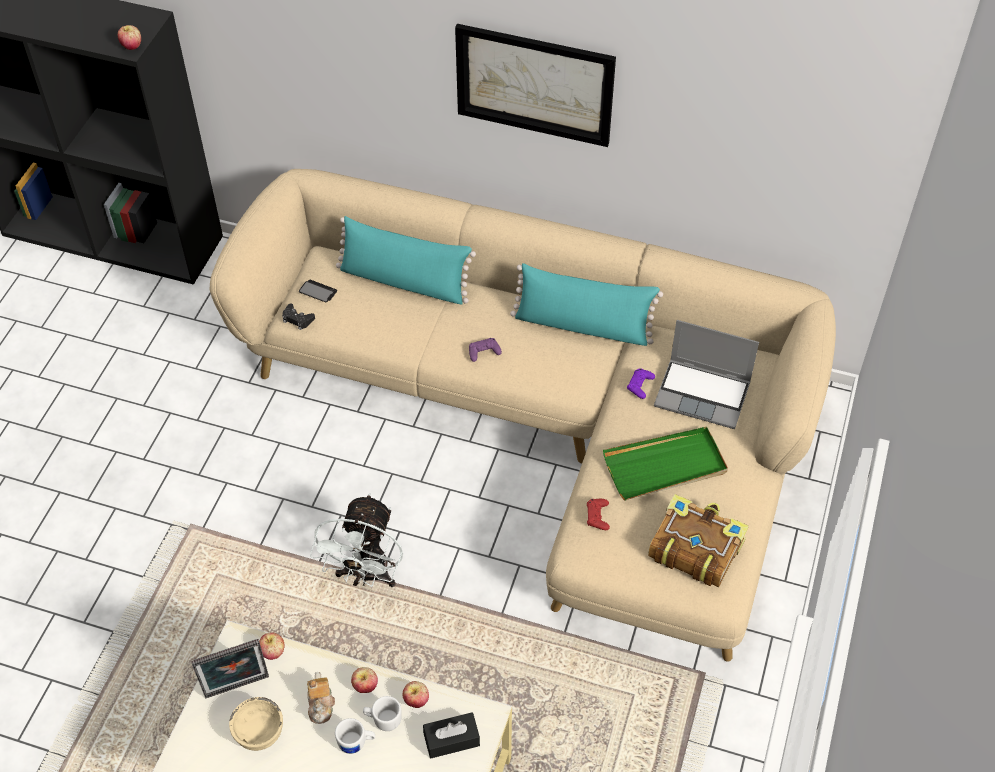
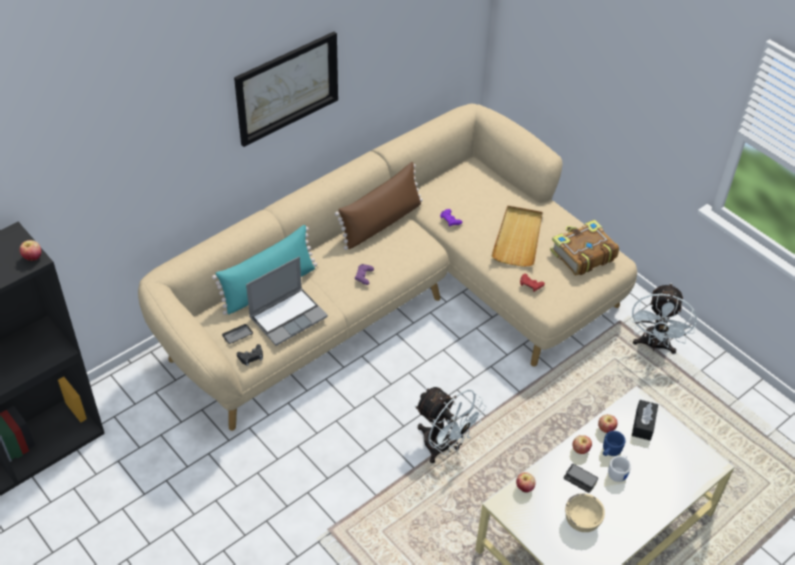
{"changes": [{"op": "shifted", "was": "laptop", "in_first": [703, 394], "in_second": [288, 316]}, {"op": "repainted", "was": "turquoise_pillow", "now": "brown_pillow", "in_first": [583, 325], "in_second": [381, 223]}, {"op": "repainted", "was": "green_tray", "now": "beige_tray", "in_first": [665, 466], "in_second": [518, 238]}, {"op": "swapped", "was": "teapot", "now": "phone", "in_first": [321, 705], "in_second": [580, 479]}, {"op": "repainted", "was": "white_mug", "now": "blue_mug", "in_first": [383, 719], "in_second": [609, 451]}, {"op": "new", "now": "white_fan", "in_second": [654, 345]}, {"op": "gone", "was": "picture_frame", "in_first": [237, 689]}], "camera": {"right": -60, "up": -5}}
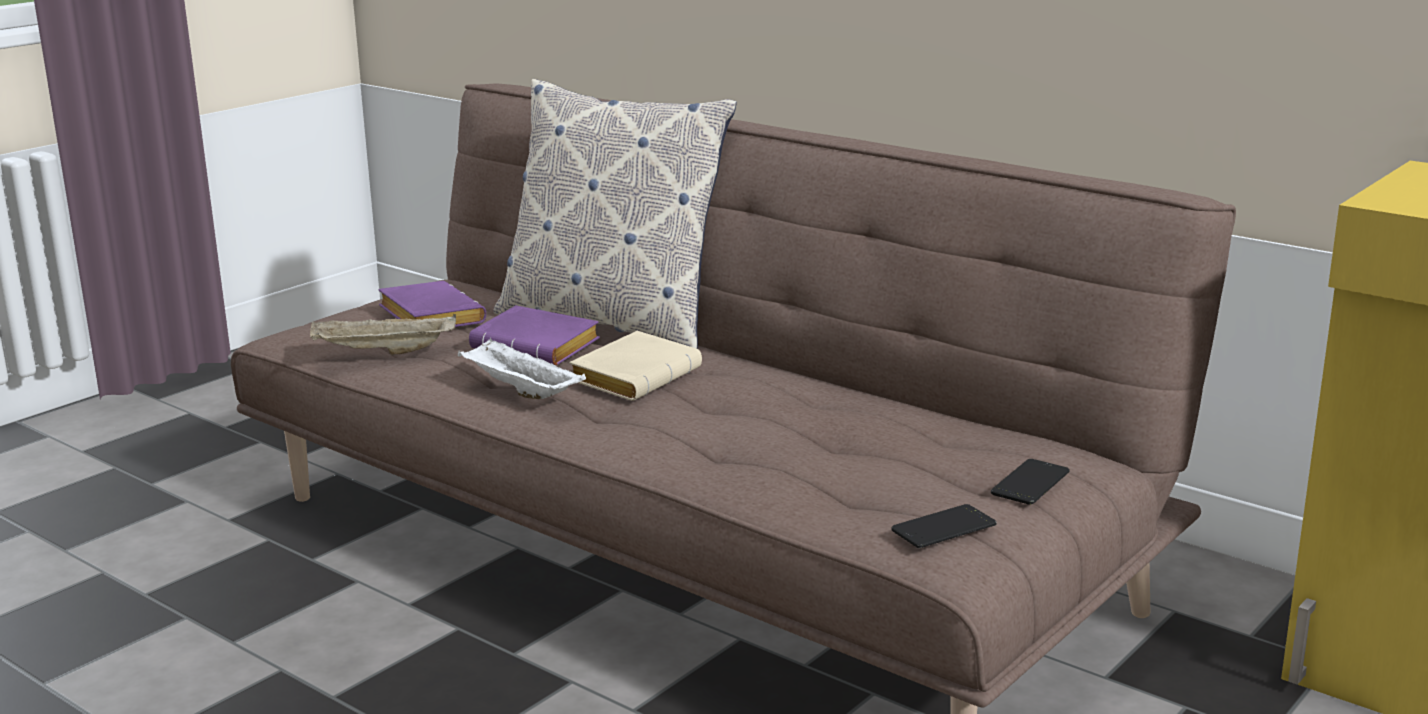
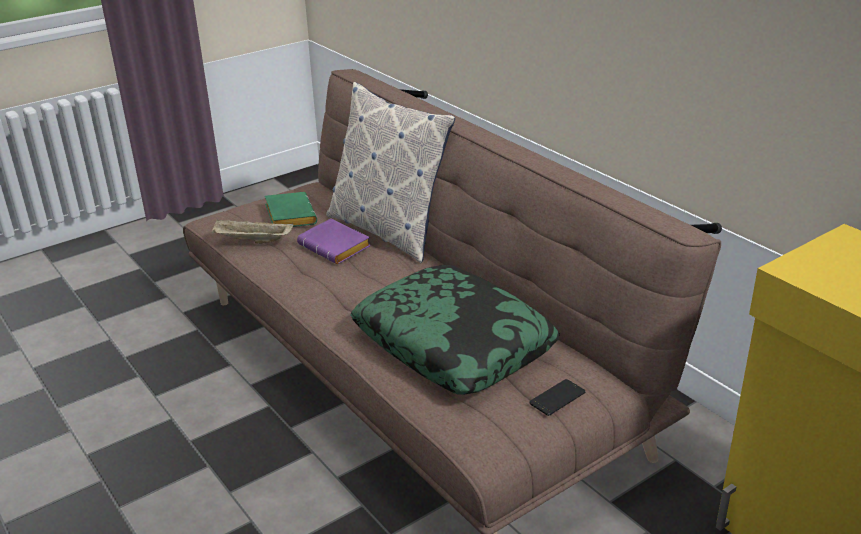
{"changes": [{"op": "repainted", "was": "purple_book", "now": "green_book", "in_first": [427, 317], "in_second": [288, 215]}, {"op": "new", "now": "pillow", "in_second": [454, 344]}, {"op": "gone", "was": "white_tray", "in_first": [519, 391]}, {"op": "gone", "was": "beige_book", "in_first": [635, 376]}, {"op": "gone", "was": "phone", "in_first": [944, 528]}], "camera": {"right": 15, "up": 10}}
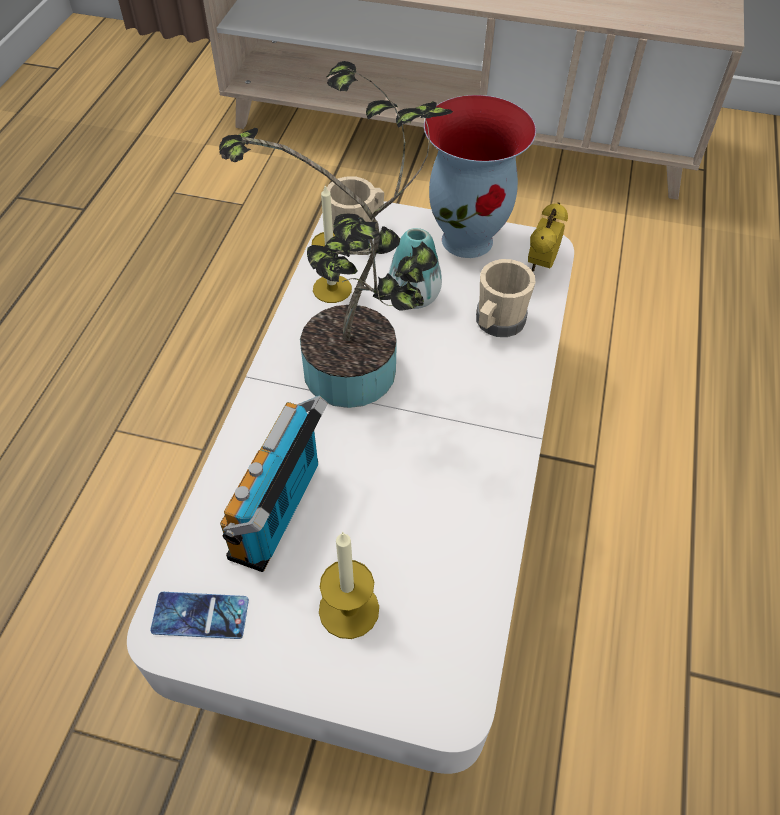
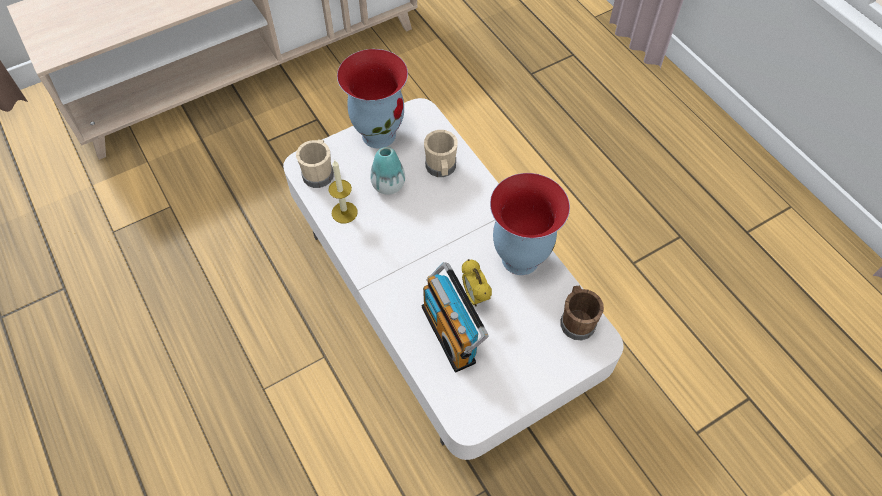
{"changes": [{"op": "shifted", "was": "alarm_clock", "in_first": [541, 264], "in_second": [475, 297]}, {"op": "new", "now": "vase", "in_second": [519, 258]}, {"op": "new", "now": "brown_mug", "in_second": [576, 320]}, {"op": "gone", "was": "phone", "in_first": [200, 615]}, {"op": "gone", "was": "potted_plant", "in_first": [357, 378]}, {"op": "gone", "was": "candle", "in_first": [349, 609]}], "camera": {"right": -45, "up": 5}}
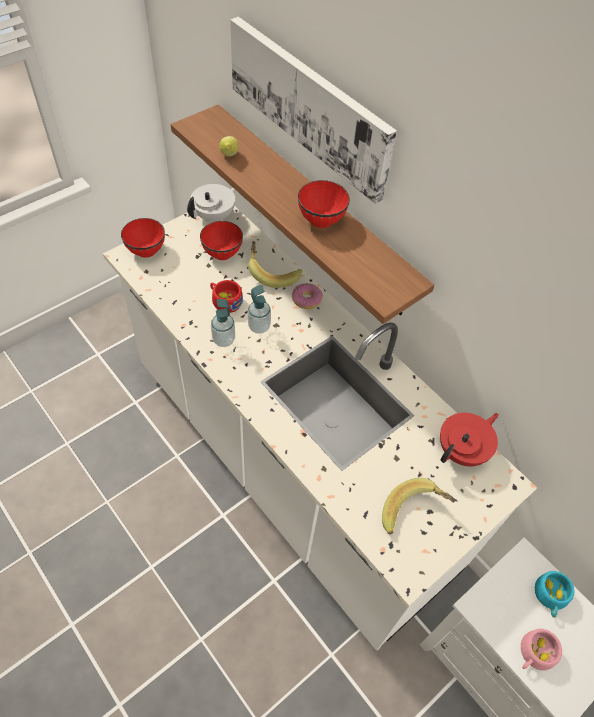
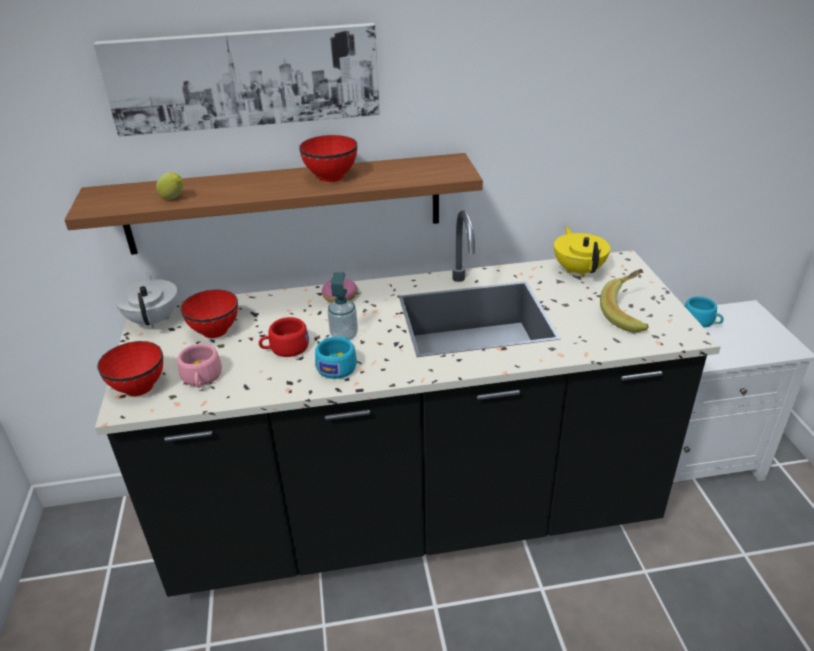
{"changes": [{"op": "repainted", "was": "white_counter", "now": "black_counter", "in_first": [287, 466], "in_second": [413, 518]}, {"op": "shifted", "was": "pink_cup", "in_first": [534, 654], "in_second": [201, 378]}, {"op": "swapped", "was": "soap_dispenser", "now": "turquoise_cup", "in_first": [223, 340], "in_second": [338, 365]}, {"op": "repainted", "was": "red_teapot", "now": "yellow_teapot", "in_first": [462, 451], "in_second": [578, 270]}, {"op": "gone", "was": "banana", "in_first": [272, 272]}], "camera": {"right": -55, "up": -20}}
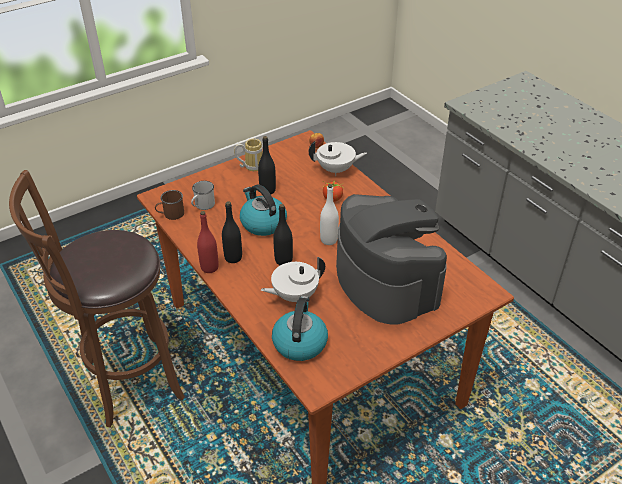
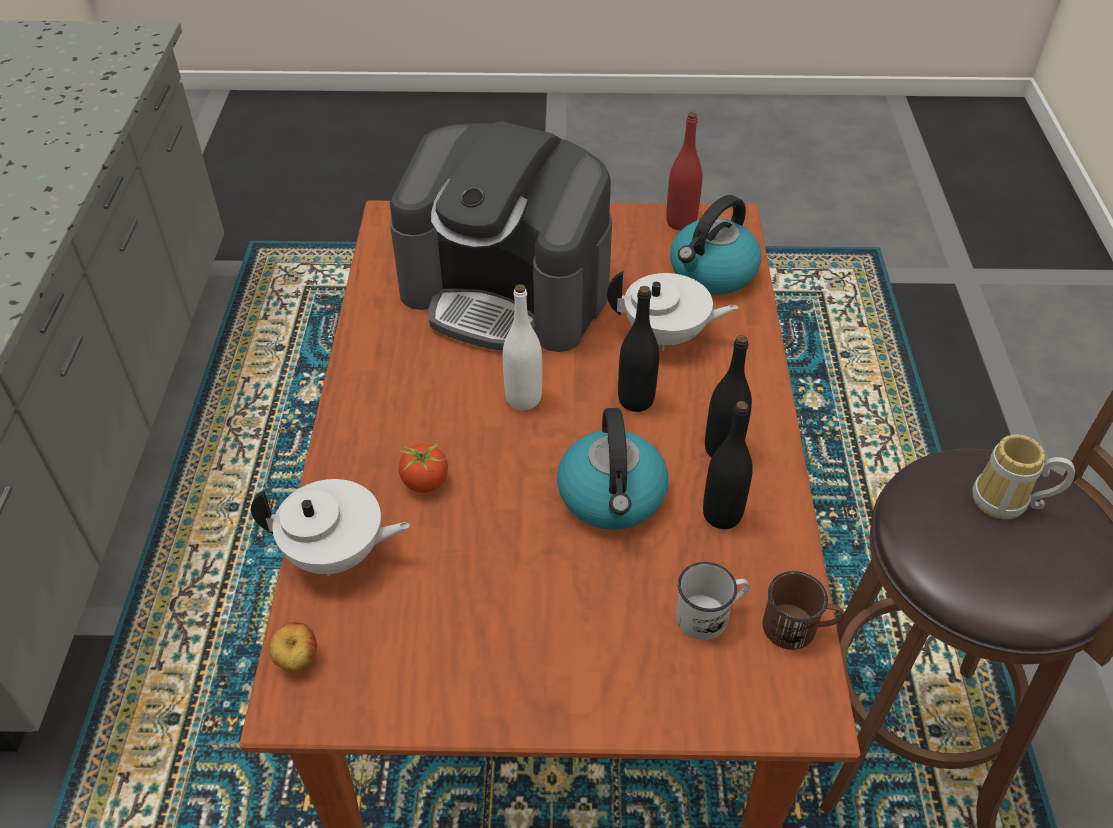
{"changes": [{"op": "rotated", "was": "white_teapot", "in_first": [336, 170], "in_second": [336, 554], "clockwise": 150}, {"op": "rotated", "was": "coffee_machine", "in_first": [386, 281], "in_second": [507, 292], "clockwise": -75}, {"op": "shifted", "was": "red_bottle", "in_first": [209, 267], "in_second": [681, 222]}, {"op": "shifted", "was": "black_bottle", "in_first": [267, 190], "in_second": [722, 515]}, {"op": "shifted", "was": "mug", "in_first": [251, 166], "in_second": [1007, 504]}], "camera": {"right": -145, "up": 5}}
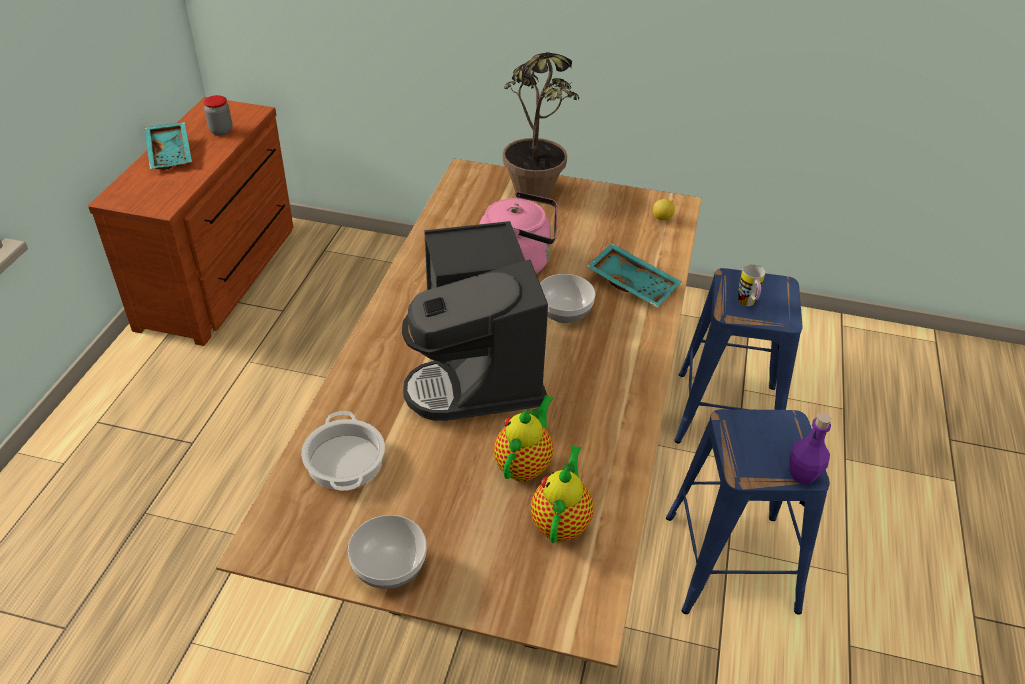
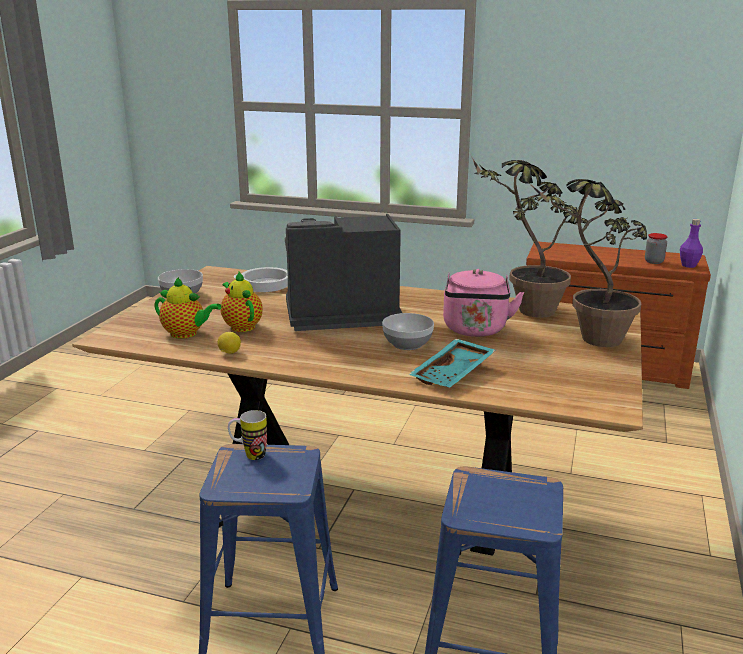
{"changes": [{"op": "shifted", "was": "lemon", "in_first": [662, 218], "in_second": [229, 353]}, {"op": "rotated", "was": "teapot", "in_first": [524, 464], "in_second": [241, 326], "clockwise": -150}, {"op": "shifted", "was": "mug", "in_first": [747, 305], "in_second": [249, 455]}, {"op": "new", "now": "potted_plant", "in_second": [524, 308]}, {"op": "shifted", "was": "purple_bottle", "in_first": [802, 475], "in_second": [688, 265]}, {"op": "gone", "was": "turquoise_tray", "in_first": [171, 153]}], "camera": {"right": 95, "up": -20}}
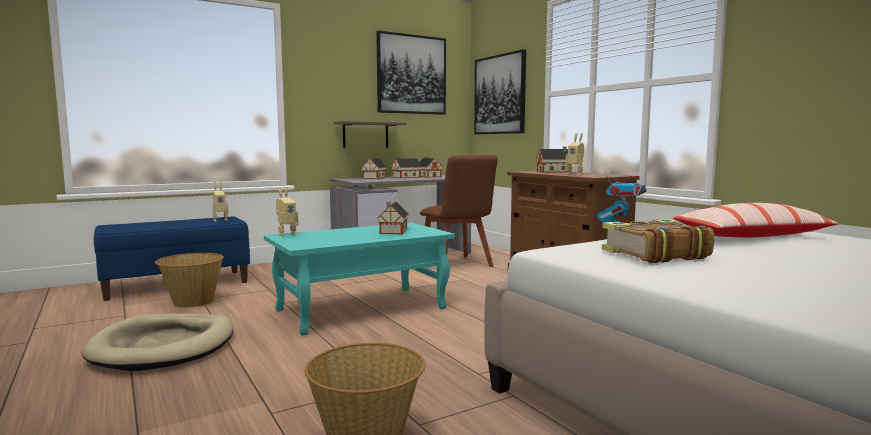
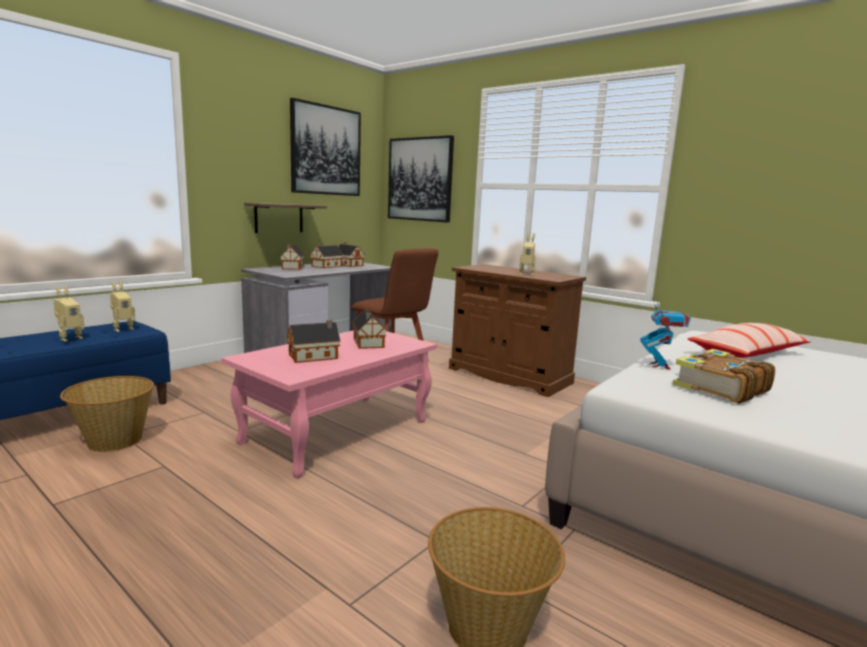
{"changes": [{"op": "shifted", "was": "toy_robot", "in_first": [286, 234], "in_second": [69, 338]}, {"op": "repainted", "was": "turquoise_coffee_table", "now": "pink_coffee_table", "in_first": [360, 309], "in_second": [336, 432]}, {"op": "shifted", "was": "toy_house", "in_first": [554, 171], "in_second": [315, 356]}, {"op": "gone", "was": "beige_dog_bed", "in_first": [164, 346]}], "camera": {"right": -20, "up": 5}}
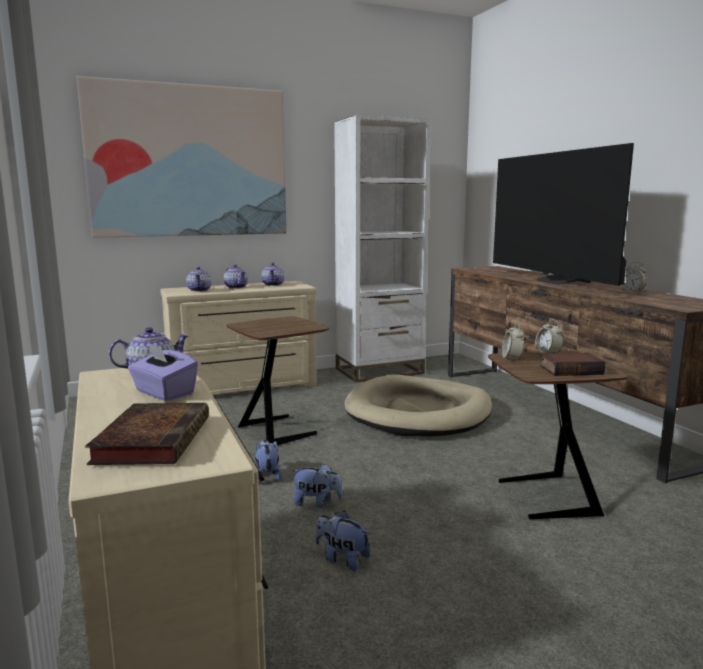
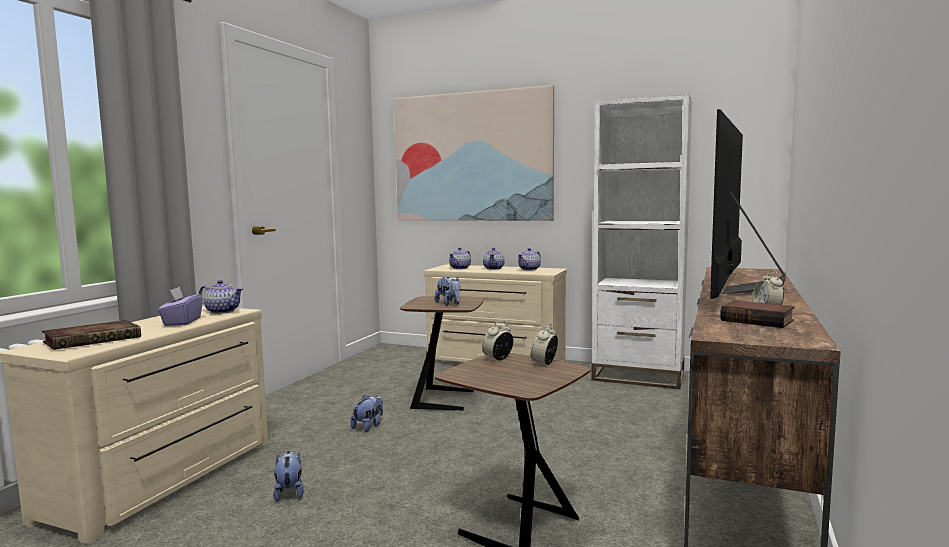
{"changes": [{"op": "shifted", "was": "plush_toy", "in_first": [317, 503], "in_second": [449, 304]}, {"op": "shifted", "was": "book", "in_first": [571, 369], "in_second": [758, 320]}, {"op": "gone", "was": "beige_dog_bed", "in_first": [418, 412]}], "camera": {"right": 45, "up": -5}}
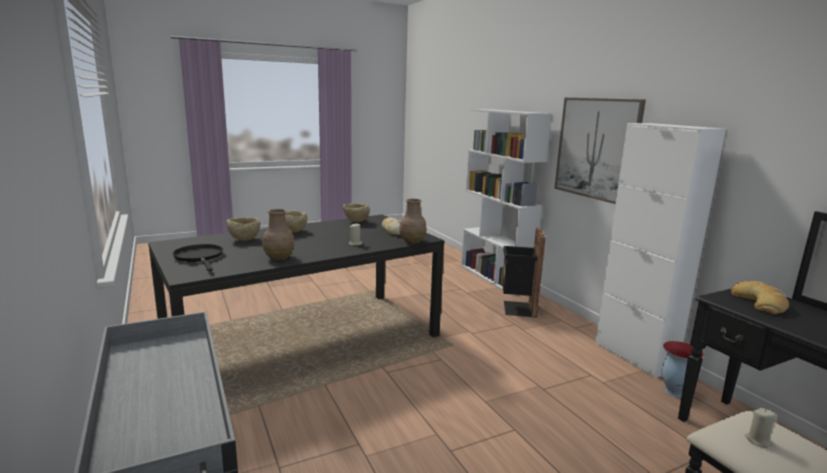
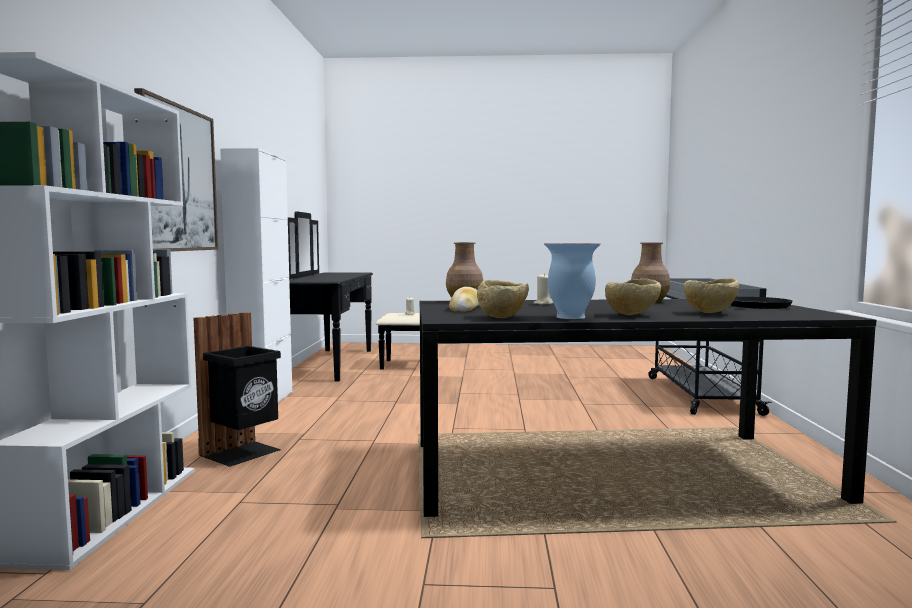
{"changes": [{"op": "shifted", "was": "vase", "in_first": [674, 391], "in_second": [570, 317]}, {"op": "gone", "was": "bread", "in_first": [760, 302]}], "camera": {"right": -150, "up": -10}}
